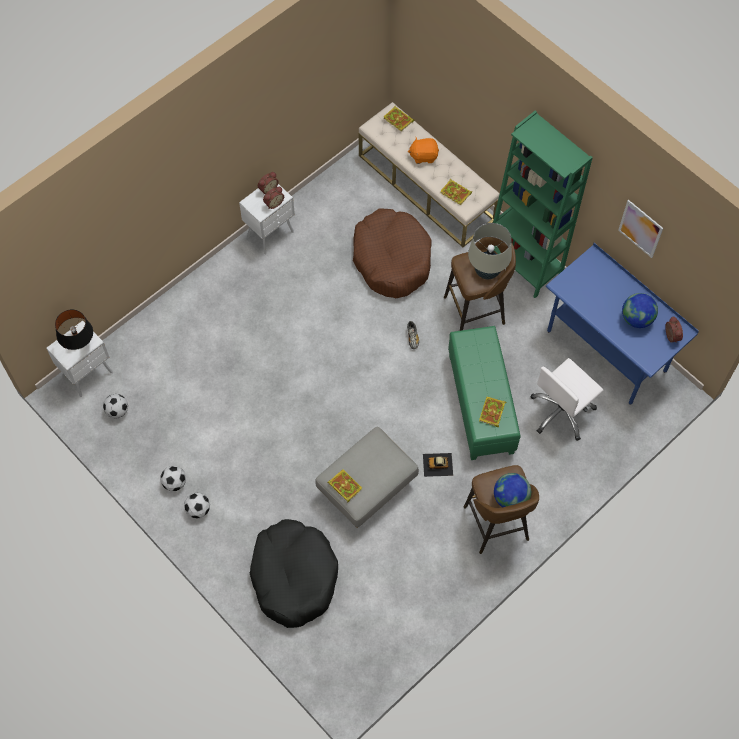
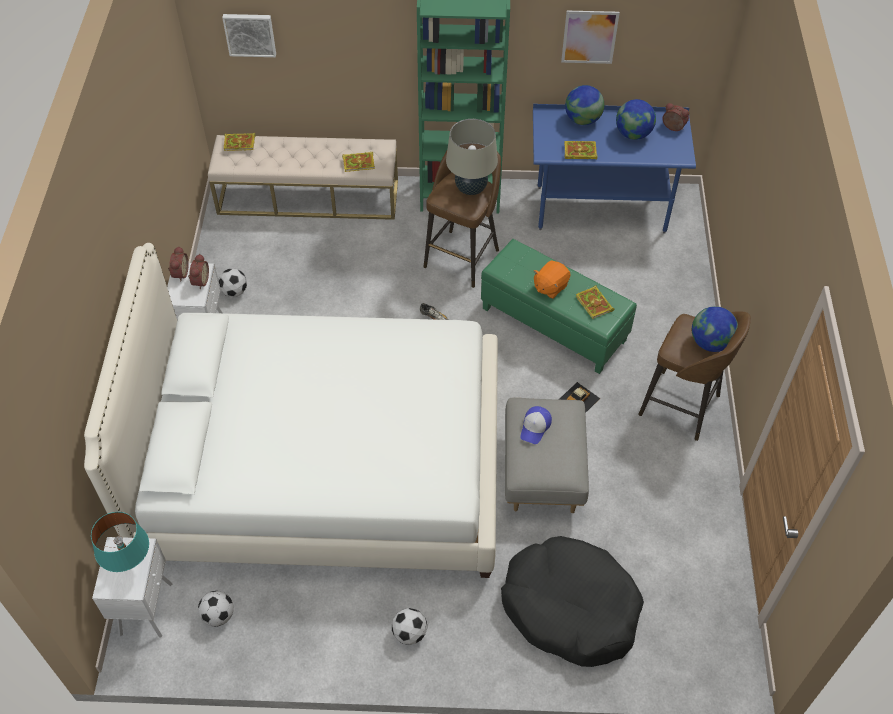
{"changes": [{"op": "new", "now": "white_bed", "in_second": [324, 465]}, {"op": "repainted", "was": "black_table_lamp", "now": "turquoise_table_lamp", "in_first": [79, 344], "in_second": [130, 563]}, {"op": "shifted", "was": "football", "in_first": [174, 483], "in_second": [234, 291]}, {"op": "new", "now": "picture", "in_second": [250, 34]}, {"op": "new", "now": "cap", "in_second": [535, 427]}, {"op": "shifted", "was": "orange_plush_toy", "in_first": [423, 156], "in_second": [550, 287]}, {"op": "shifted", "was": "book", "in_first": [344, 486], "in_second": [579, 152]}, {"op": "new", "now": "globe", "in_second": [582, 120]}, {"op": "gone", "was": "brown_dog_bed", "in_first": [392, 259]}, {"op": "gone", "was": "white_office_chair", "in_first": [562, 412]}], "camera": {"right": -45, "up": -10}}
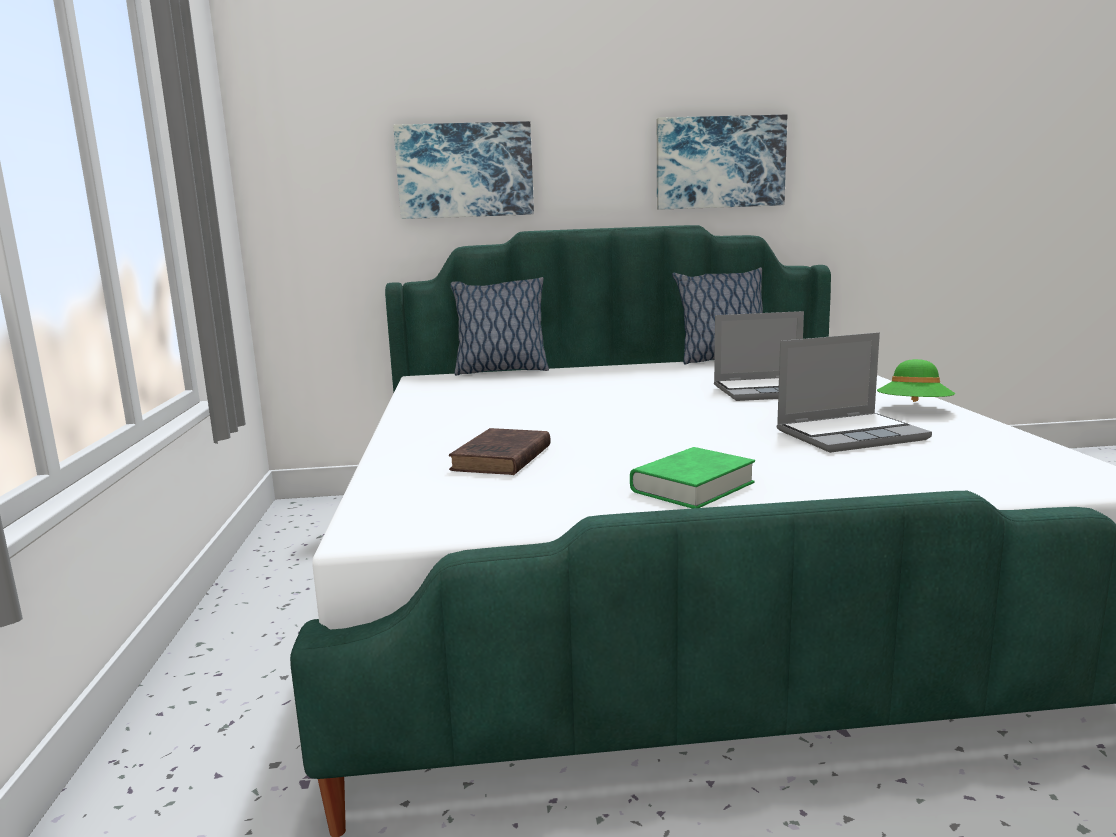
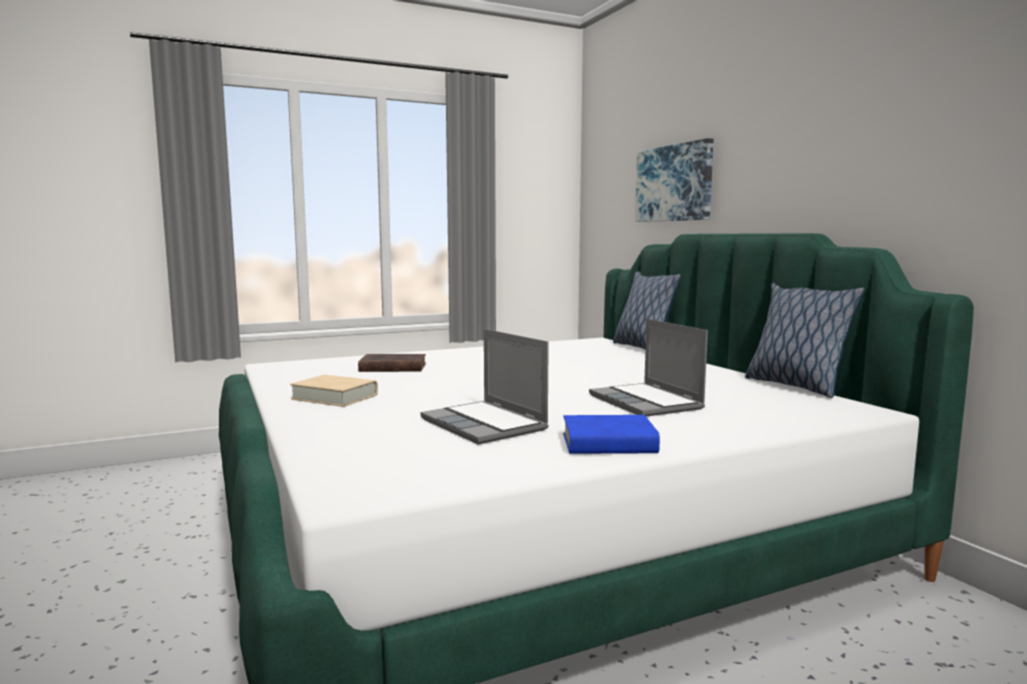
{"changes": [{"op": "repainted", "was": "green_book", "now": "beige_book", "in_first": [692, 487], "in_second": [335, 397]}, {"op": "swapped", "was": "green_hat", "now": "blue_book", "in_first": [914, 409], "in_second": [608, 444]}, {"op": "gone", "was": "picture", "in_first": [720, 162]}], "camera": {"right": 70, "up": -5}}
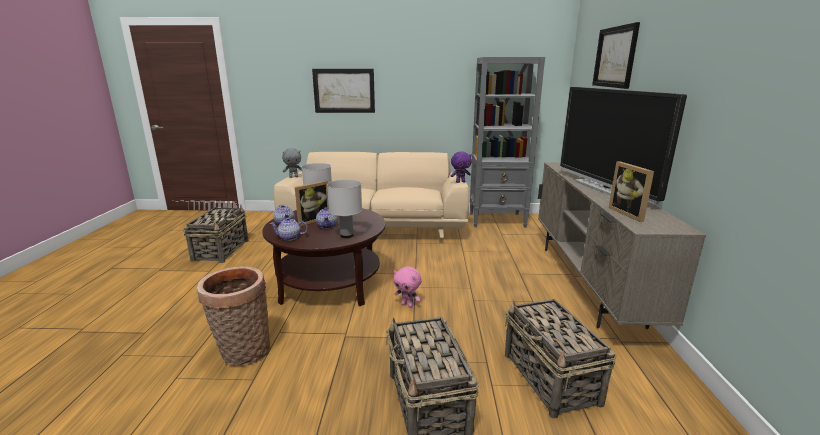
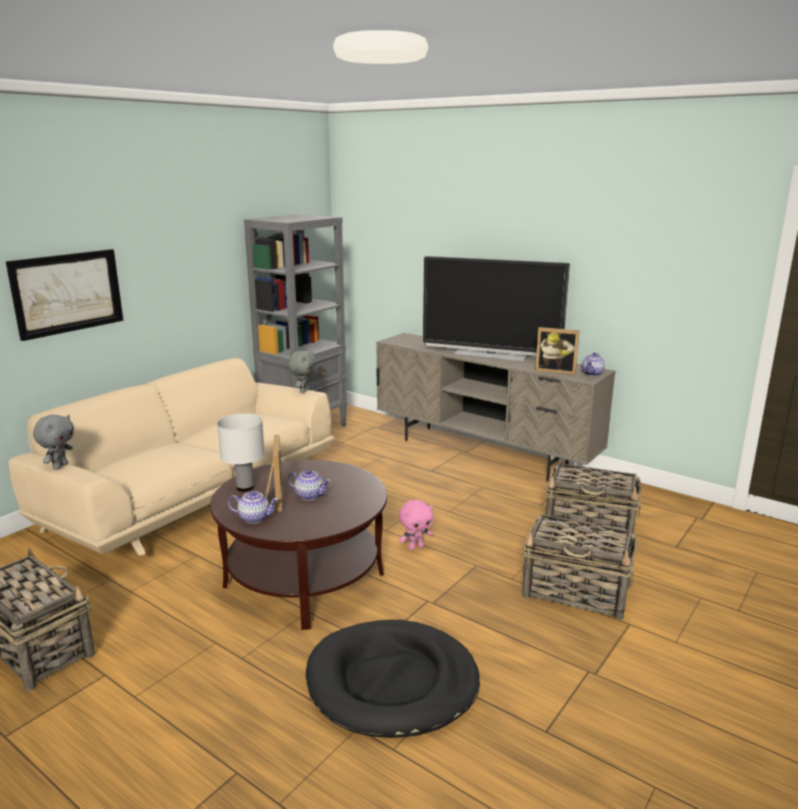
{"changes": [{"op": "repainted", "was": "purple_plush_toy", "now": "grey_plush_toy", "in_first": [460, 182], "in_second": [303, 391]}, {"op": "swapped", "was": "basket", "now": "black_dog_bed", "in_first": [243, 353], "in_second": [392, 683]}, {"op": "shifted", "was": "teapot", "in_first": [290, 238], "in_second": [592, 373]}, {"op": "gone", "was": "white_table_lamp", "in_first": [346, 235]}, {"op": "gone", "was": "picture", "in_first": [615, 57]}], "camera": {"right": -55, "up": 0}}
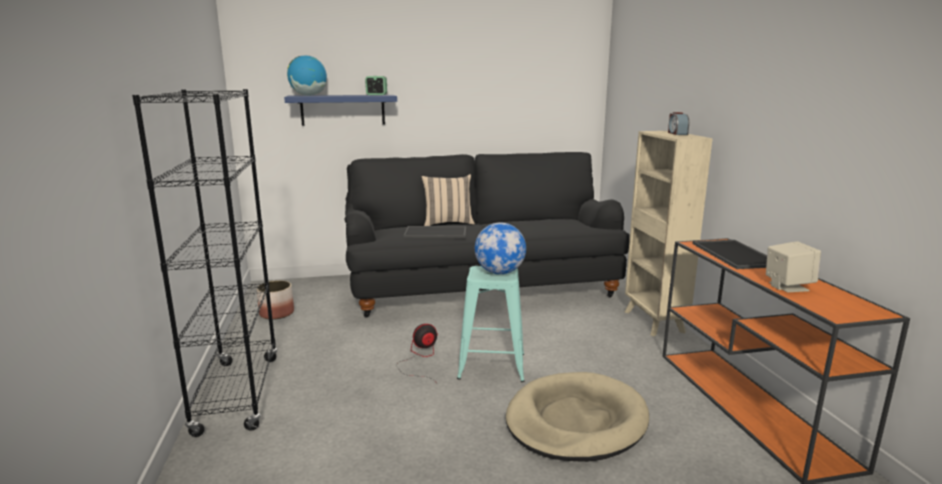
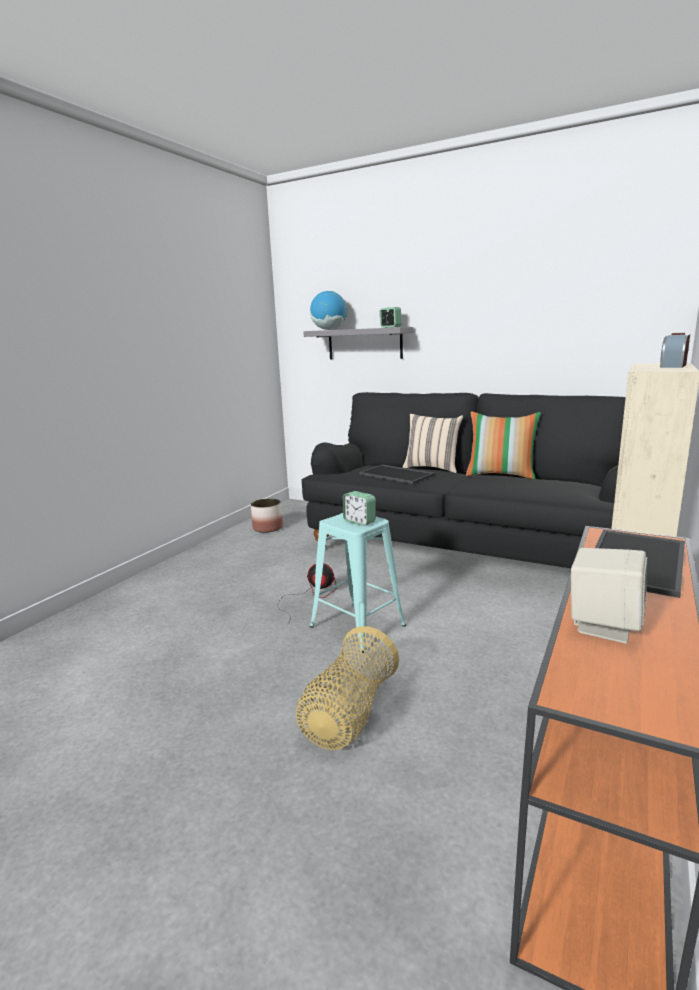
{"changes": [{"op": "swapped", "was": "beige_dog_bed", "now": "basket", "in_first": [575, 421], "in_second": [349, 714]}, {"op": "repainted", "was": "blue_shelf", "now": "grey_shelf", "in_first": [343, 110], "in_second": [365, 344]}, {"op": "swapped", "was": "globe", "now": "alarm_clock", "in_first": [499, 272], "in_second": [359, 521]}, {"op": "new", "now": "pillow", "in_second": [501, 475]}, {"op": "gone", "was": "black_bookcase", "in_first": [238, 394]}], "camera": {"right": 40, "up": 0}}
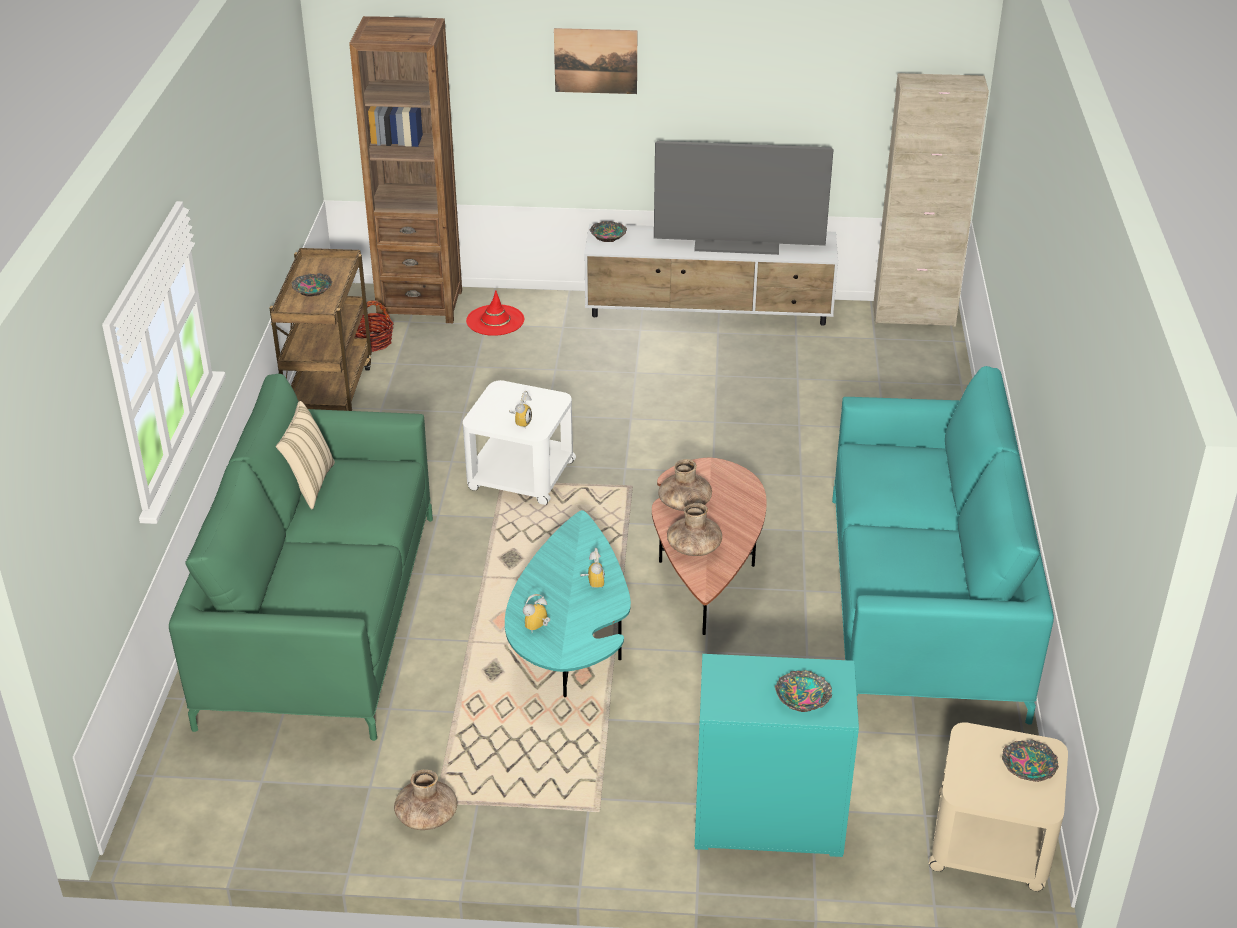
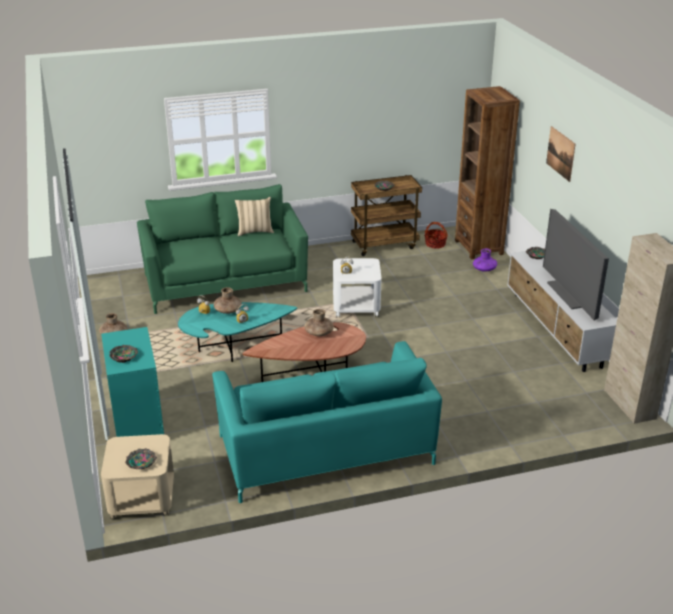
{"changes": [{"op": "shifted", "was": "brown_vase", "in_first": [694, 548], "in_second": [228, 311]}, {"op": "swapped", "was": "red_hat", "now": "purple_vase", "in_first": [495, 320], "in_second": [484, 269]}], "camera": {"right": 70, "up": -5}}
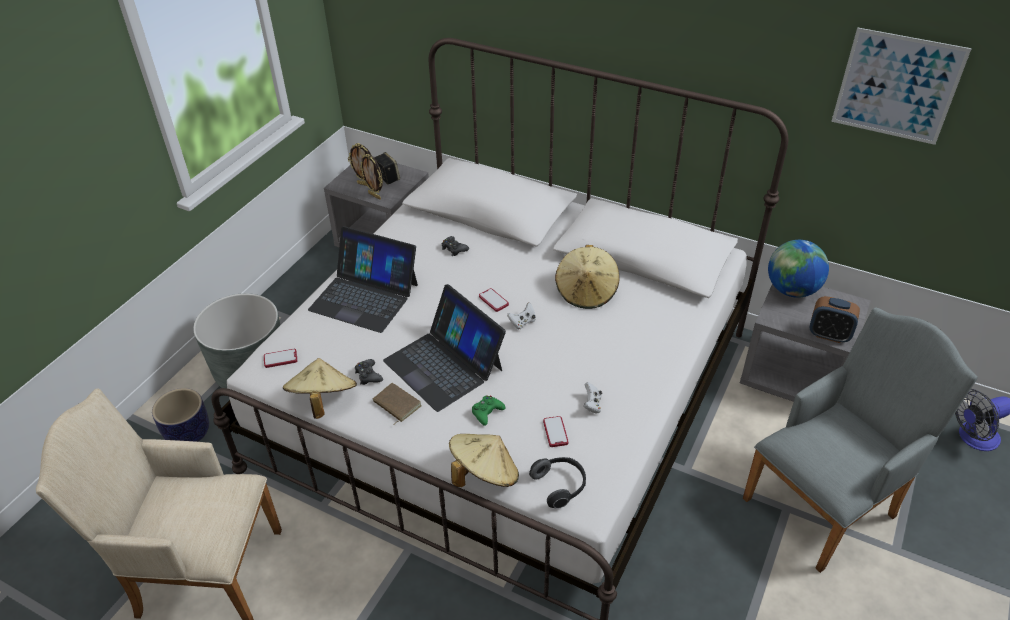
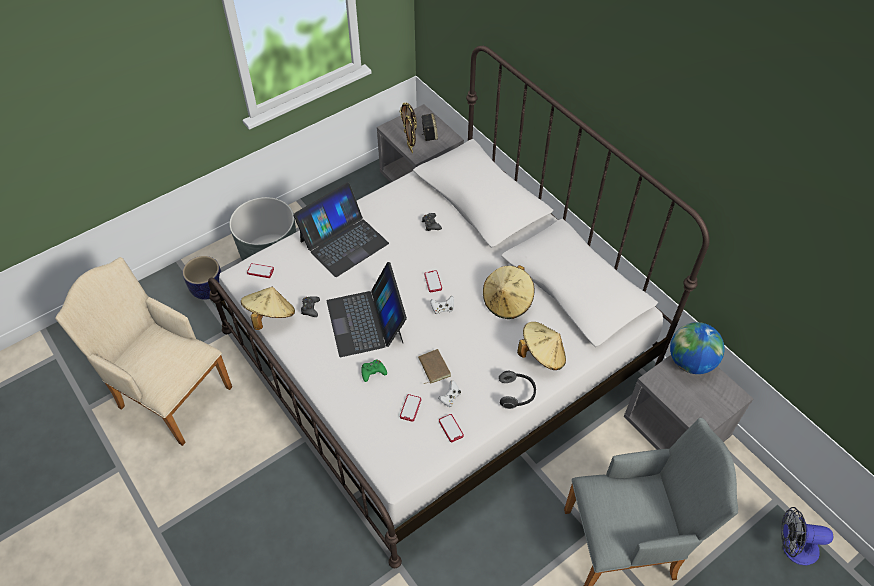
{"changes": [{"op": "rotated", "was": "laptop", "in_first": [364, 296], "in_second": [343, 242], "clockwise": -90}, {"op": "shifted", "was": "brown_book", "in_first": [396, 405], "in_second": [433, 367]}, {"op": "new", "now": "phone", "in_second": [451, 428]}, {"op": "shifted", "was": "headphones", "in_first": [560, 486], "in_second": [516, 394]}, {"op": "shifted", "was": "beige_hat", "in_first": [484, 474], "in_second": [542, 355]}, {"op": "gone", "was": "alarm_clock", "in_first": [829, 335]}, {"op": "gone", "was": "picture", "in_first": [897, 86]}], "camera": {"right": 25, "up": 10}}
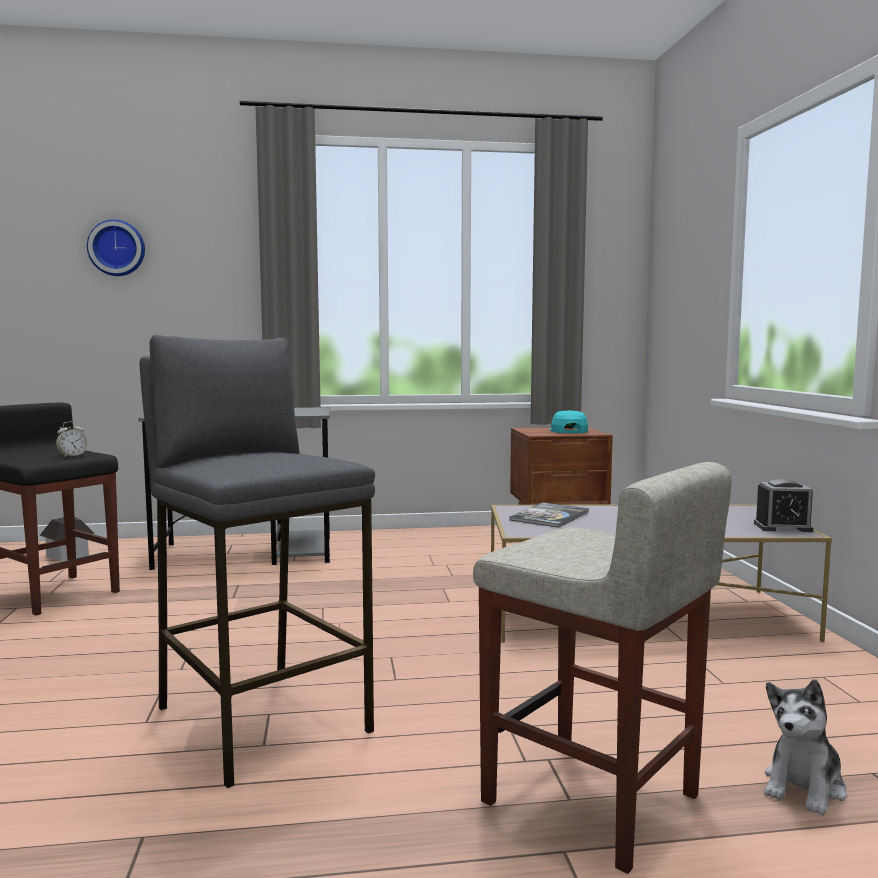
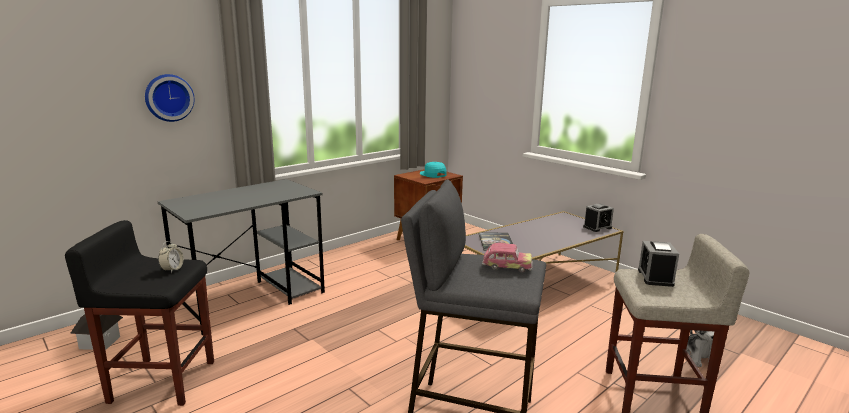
{"changes": [{"op": "shifted", "was": "wall_clock", "in_first": [117, 248], "in_second": [168, 97]}, {"op": "new", "now": "toy_car", "in_second": [507, 267]}, {"op": "new", "now": "alarm_clock", "in_second": [655, 277]}], "camera": {"right": -35, "up": 10}}
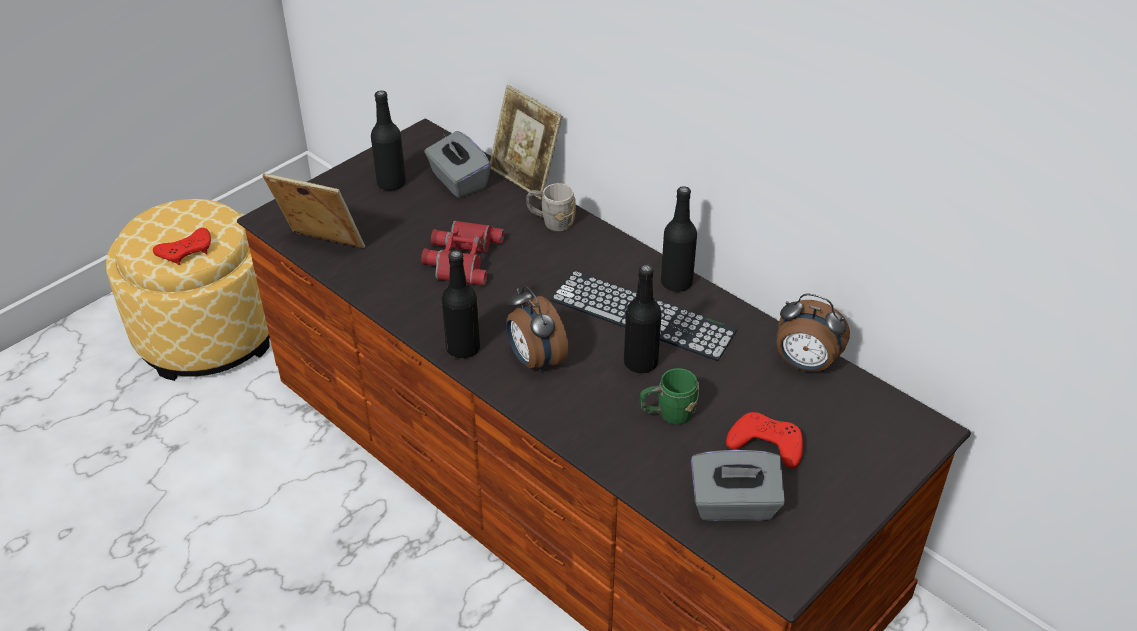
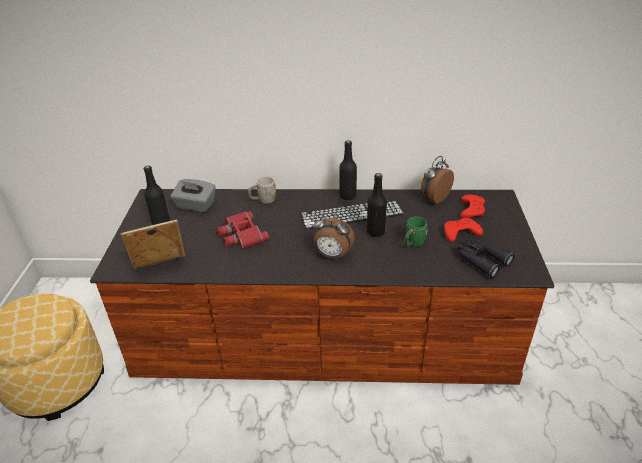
{"changes": [{"op": "rotated", "was": "alarm_clock", "in_first": [805, 364], "in_second": [434, 198], "clockwise": 150}, {"op": "swapped", "was": "grey_tissue_box", "now": "black_binoculars", "in_first": [734, 505], "in_second": [481, 260]}, {"op": "shifted", "was": "red_game_controller", "in_first": [186, 251], "in_second": [472, 209]}, {"op": "gone", "was": "black_bottle", "in_first": [463, 348]}, {"op": "gone", "was": "picture_frame", "in_first": [525, 178]}], "camera": {"right": -40, "up": -5}}
